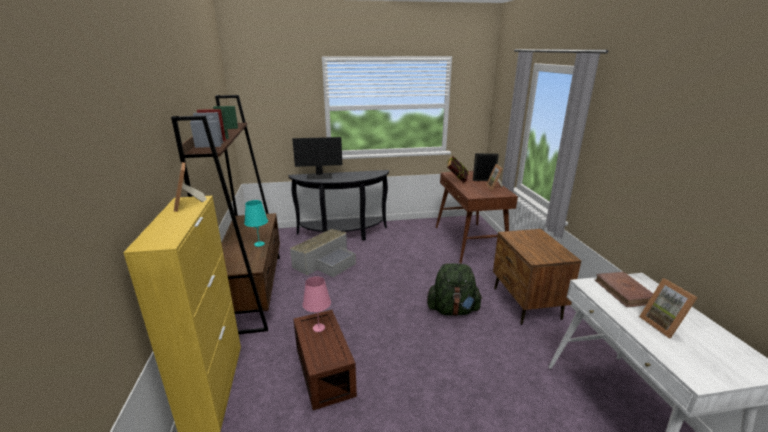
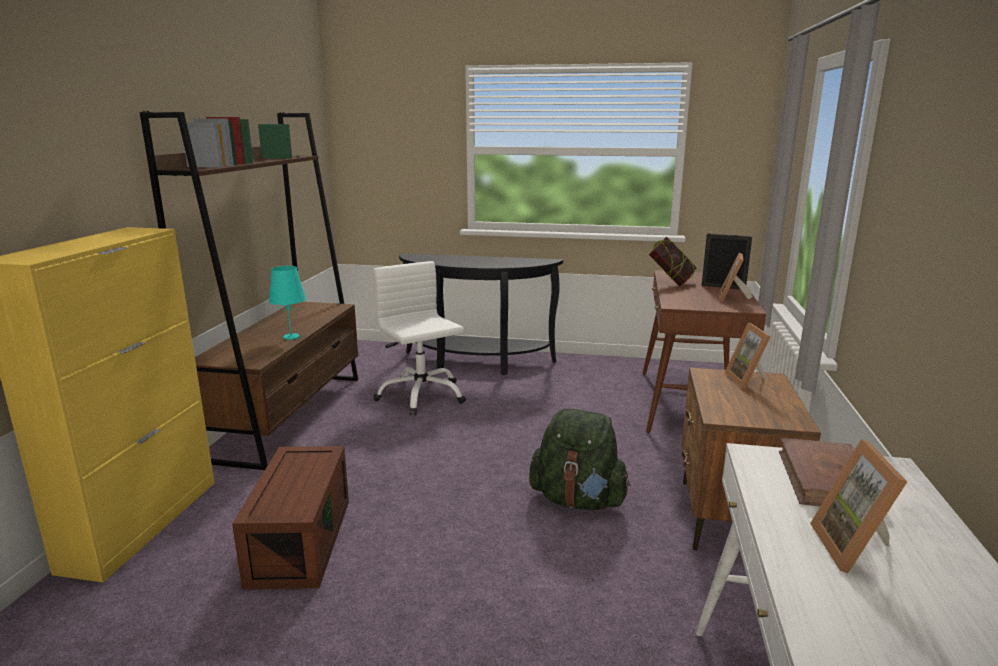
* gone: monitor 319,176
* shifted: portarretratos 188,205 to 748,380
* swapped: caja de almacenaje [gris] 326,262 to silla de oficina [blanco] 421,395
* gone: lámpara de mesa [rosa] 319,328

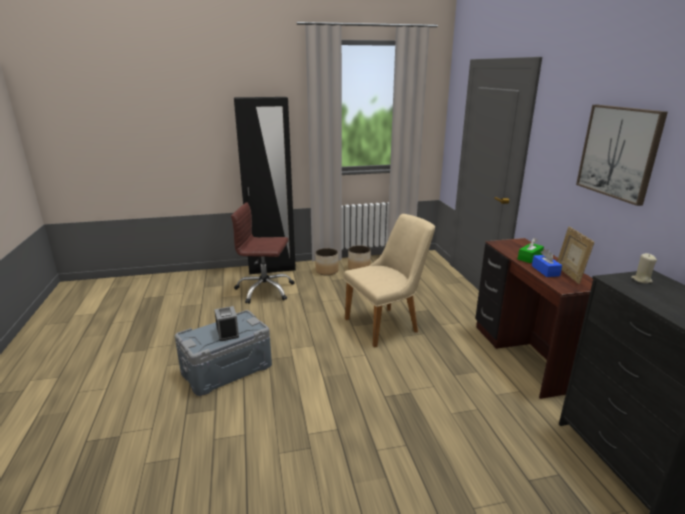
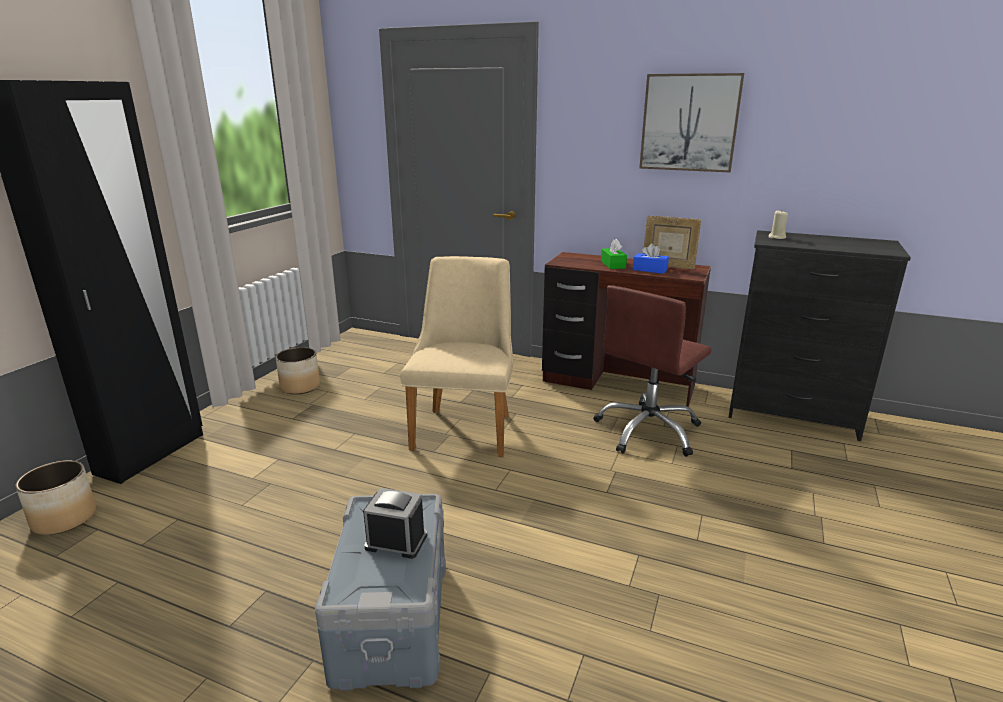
* shifted: silla de oficina [marrón] 264,290 to 648,431
* shifted: maceta 326,271 to 64,519

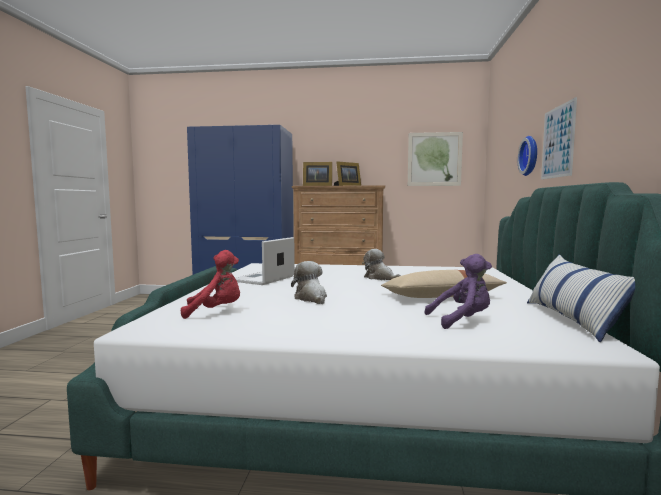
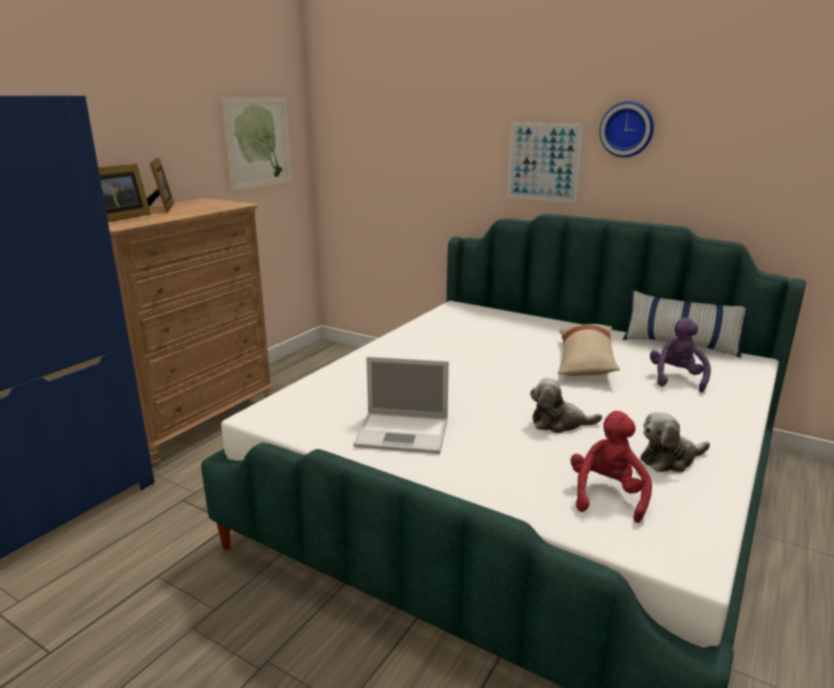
* shifted: reloj de pared 531,156 to 627,129
* rotated: portátil 263,279 = 404,433 45 degrees counterclockwise
* shifted: peluche 380,278 to 670,459

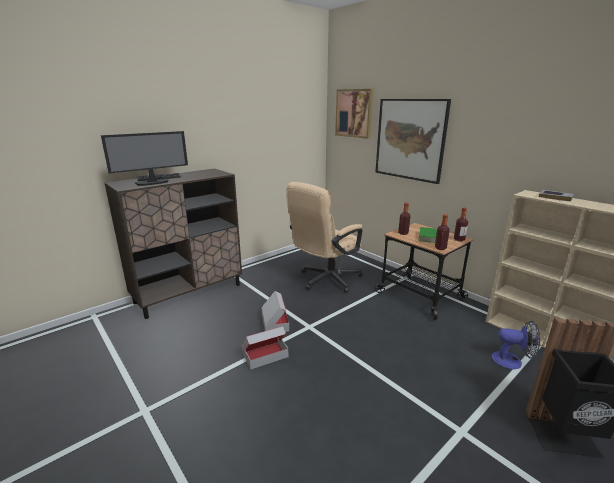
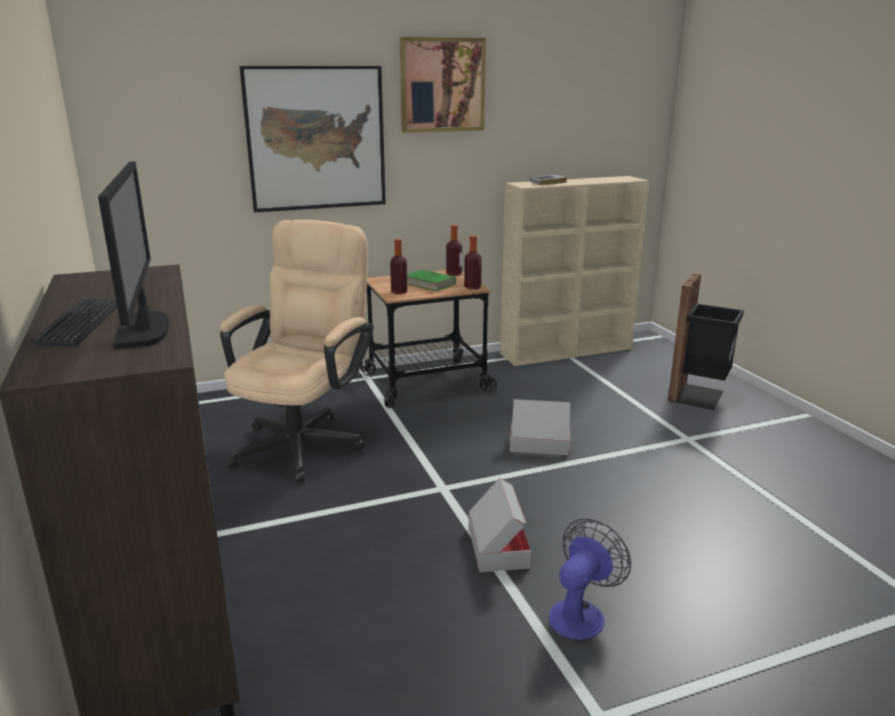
* shifted: cuadro 354,113 to 442,85
* rotated: silla de oficina [beis] 325,280 = 305,441 135 degrees counterclockwise
* shifted: caja de cartón 275,322 to 539,444
* shifted: ventilador 512,361 to 581,613

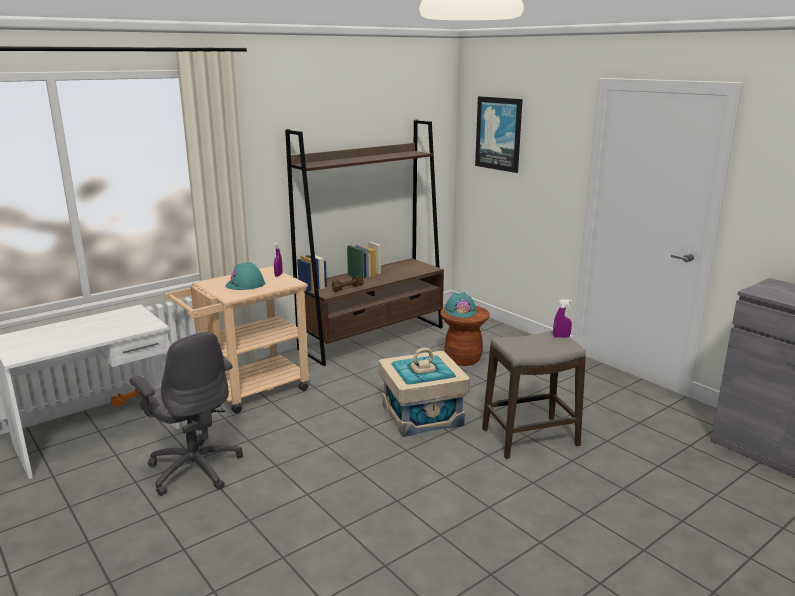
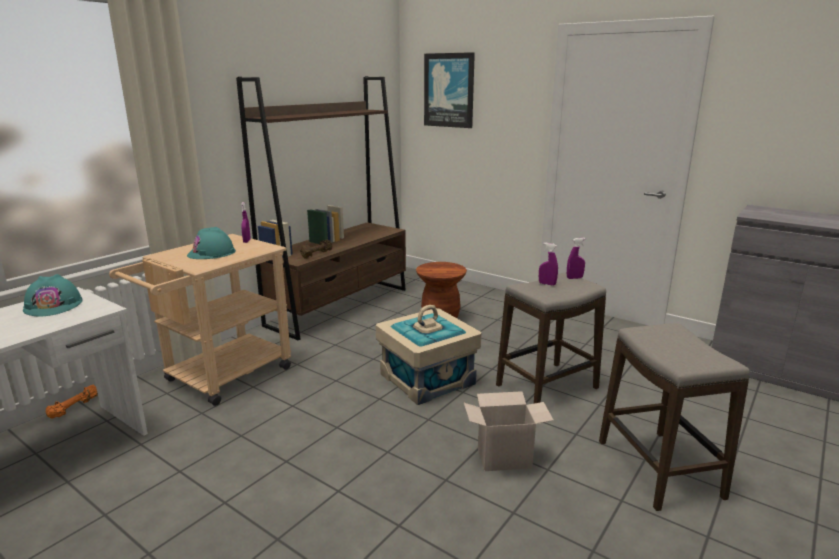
* shifted: casco [turquesa] 460,311 to 54,305
* gone: silla de oficina [gris] 195,468
* new: pulverizador [morado] 547,284
* new: taburete 658,469
* new: caja de cartón 505,457

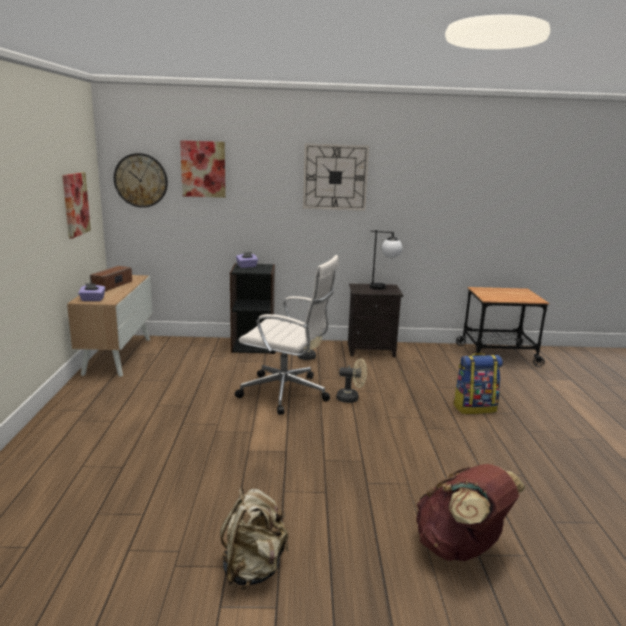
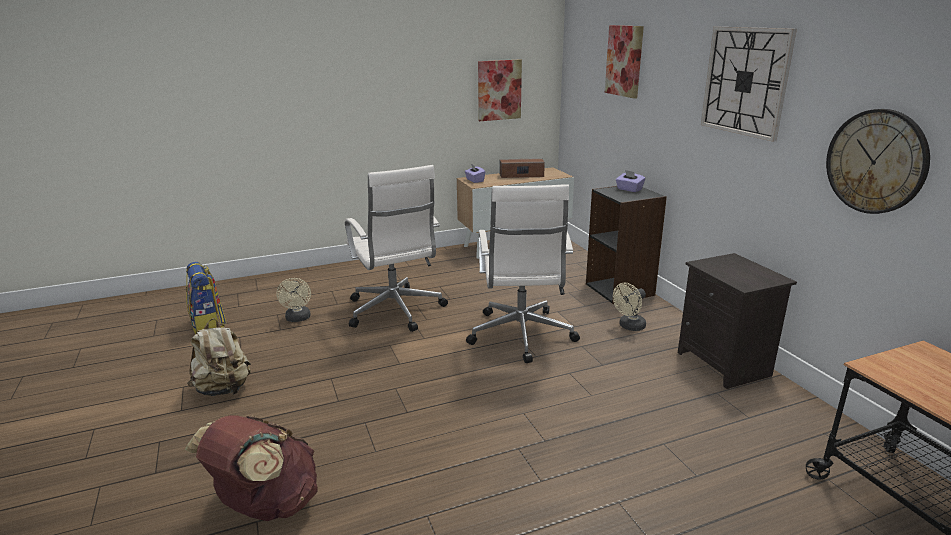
* shifted: reloj de pared 141,180 to 876,161
* gone: lámpara de mesa 384,288
* shifted: mochila 474,408 to 208,326
* shifted: ventilador [beis] 351,398 to 298,319
* new: silla de oficina [blanco] 395,311

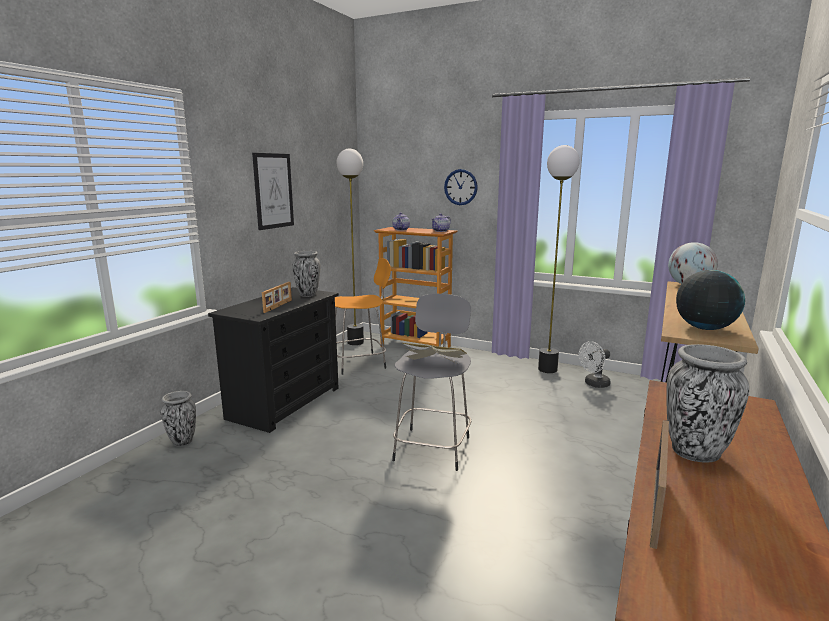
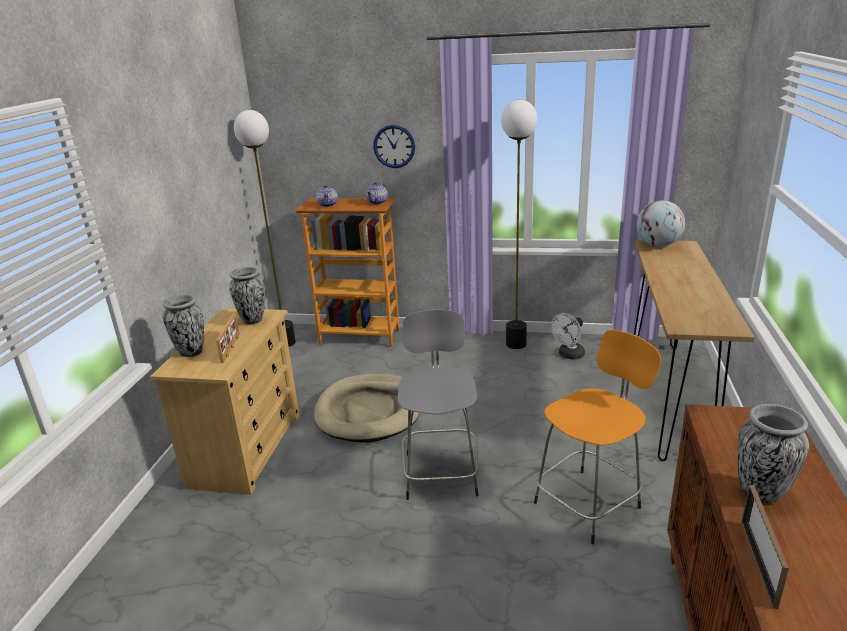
* gone: cuadro 273,191
* shifted: taburete [naranja] 360,363 to 589,503
* gone: globo terráqueo 704,328
* repainted: cómoda [negro] 285,402 to cómoda [beis] 247,448
* gone: libro 434,366
* shifted: florero 182,442 to 191,352
* new: cama para perro [beis] 369,411

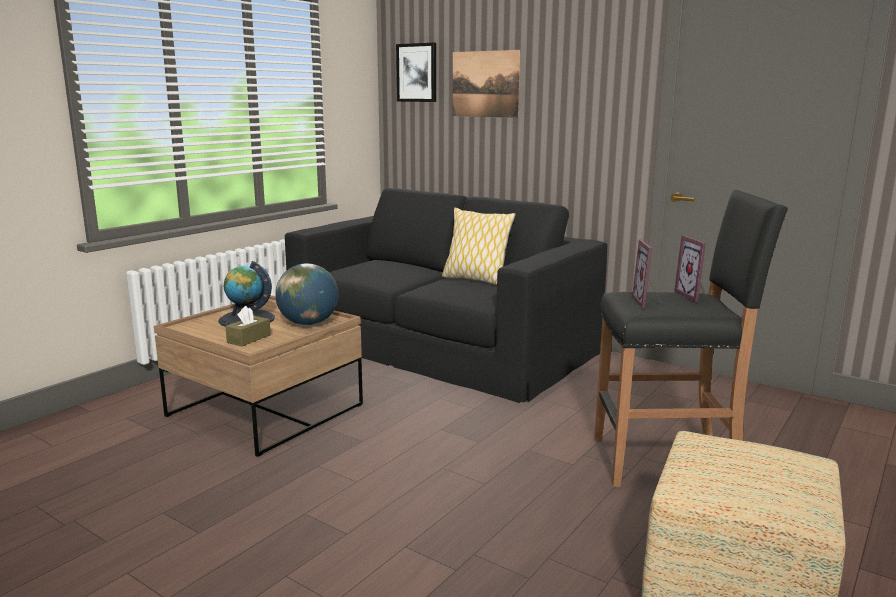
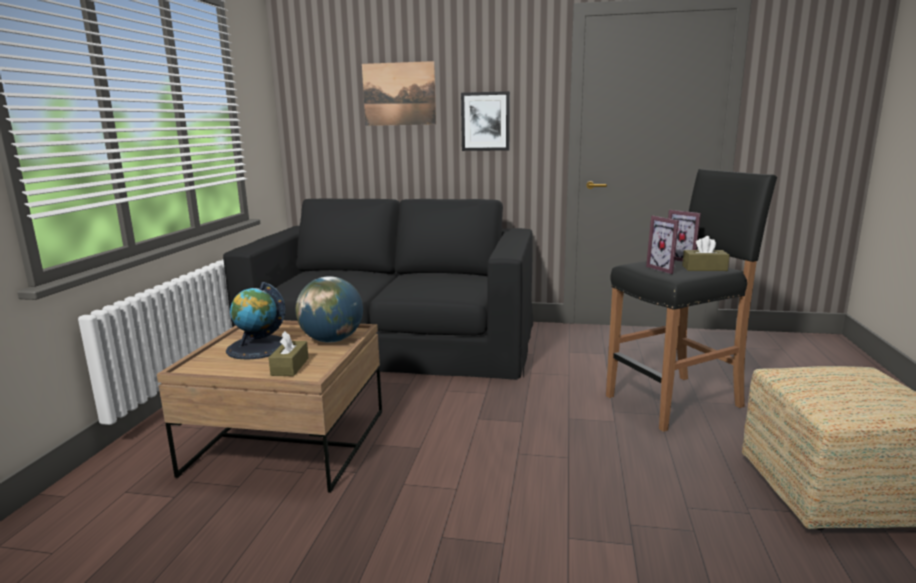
* shifted: cuadro 417,73 to 485,121
* gone: cojín 476,280
* new: caja de pañuelos [marrón] 704,268

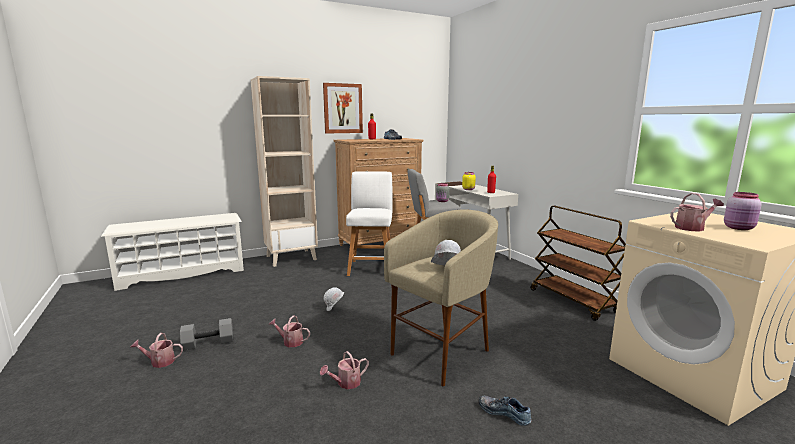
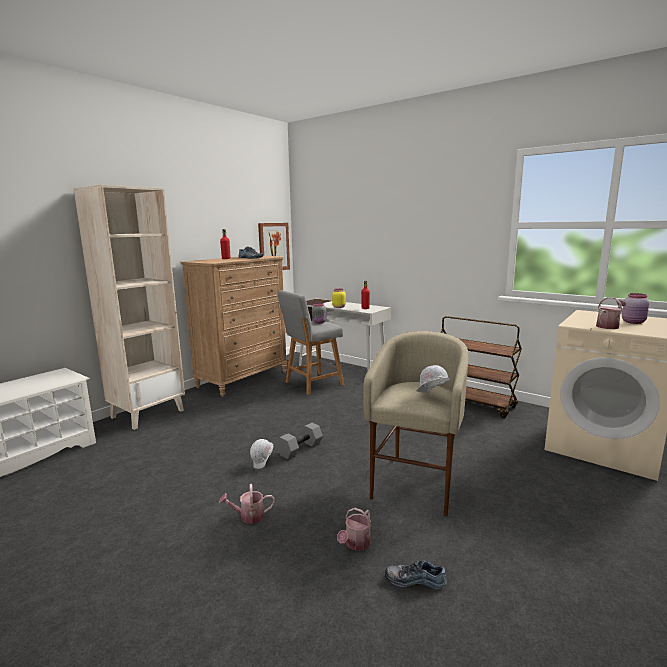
* shifted: cuadro 343,108 to 273,247
* gone: taburete [blanco] 371,267
* shifted: mancuerna [gris] 209,342 to 300,448
* gone: regadera 159,362
* shifted: zapato 504,412 to 415,579

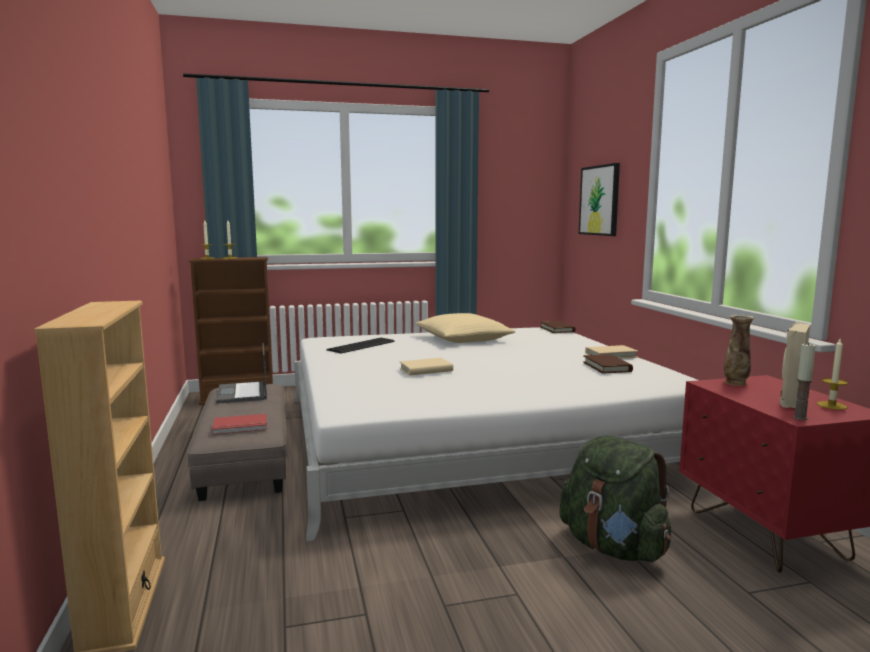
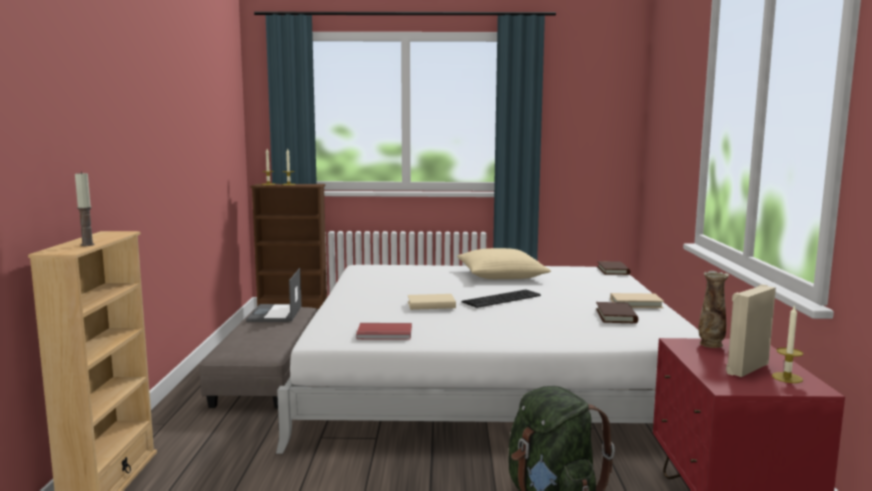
* gone: cuadro 599,200
* shifted: teclado 363,346 to 503,299
* shifted: vela 800,418 to 87,245
* shifted: libro [rojo] 240,427 to 384,334

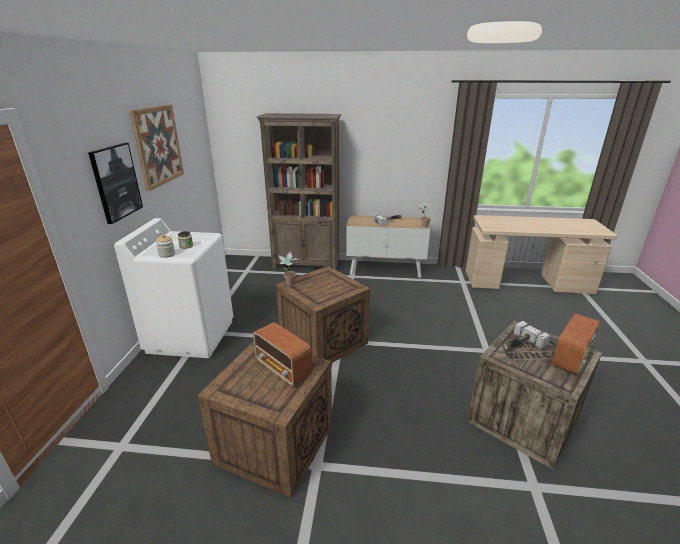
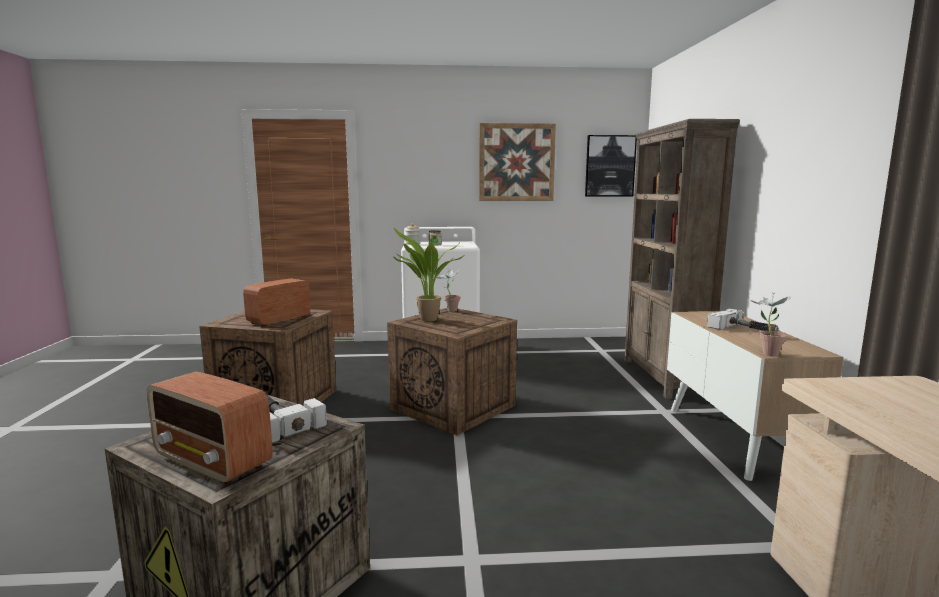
* shifted: cuadro 116,182 to 610,166
* new: planta en maceta 427,320

